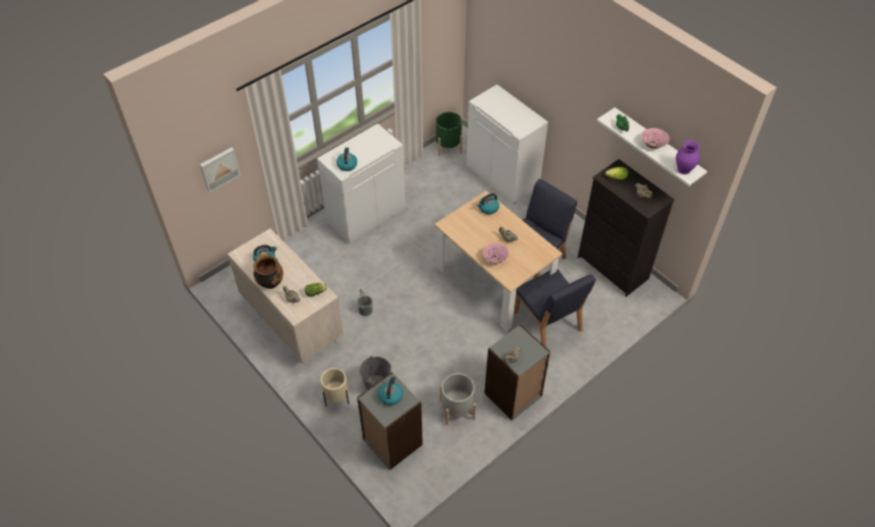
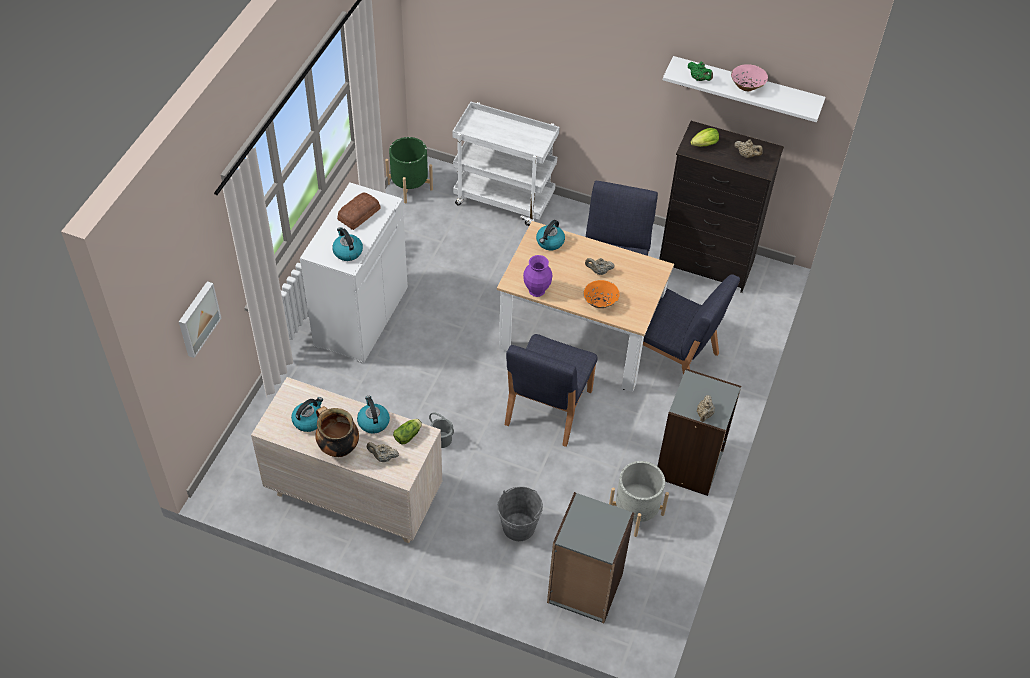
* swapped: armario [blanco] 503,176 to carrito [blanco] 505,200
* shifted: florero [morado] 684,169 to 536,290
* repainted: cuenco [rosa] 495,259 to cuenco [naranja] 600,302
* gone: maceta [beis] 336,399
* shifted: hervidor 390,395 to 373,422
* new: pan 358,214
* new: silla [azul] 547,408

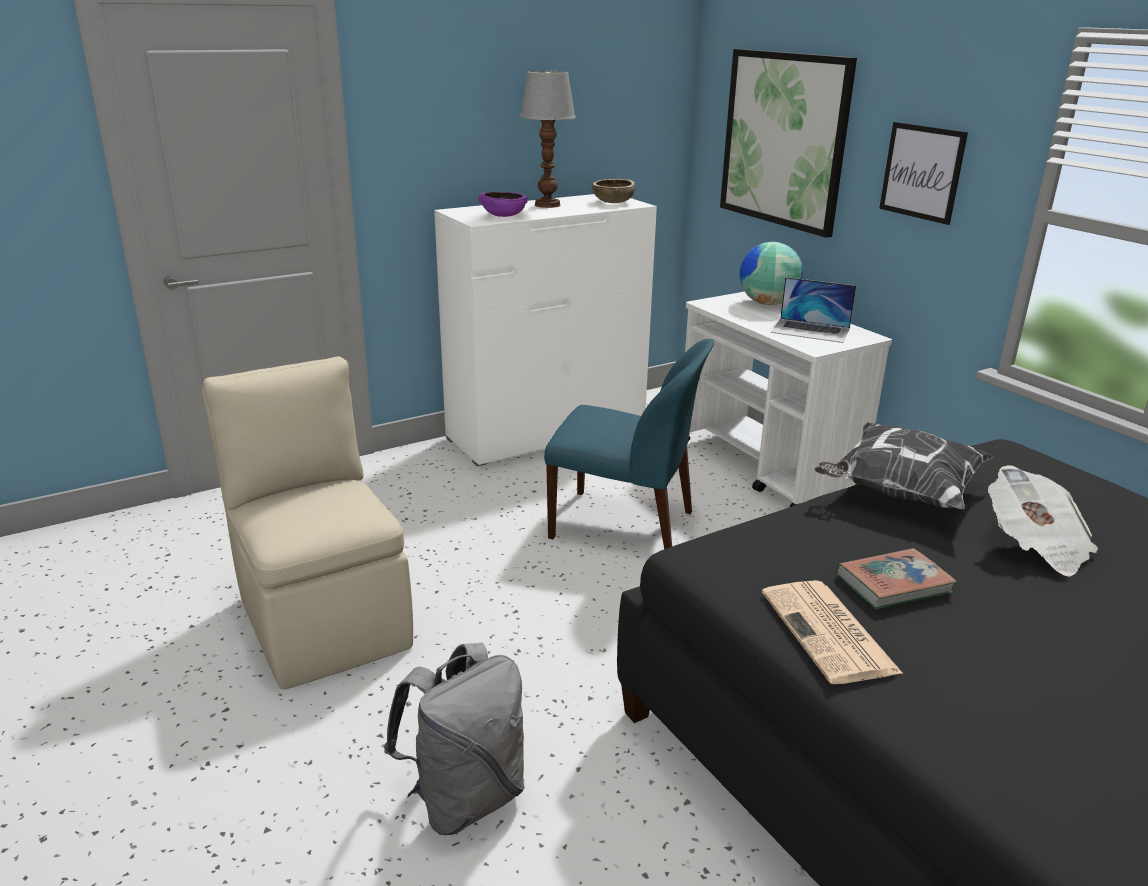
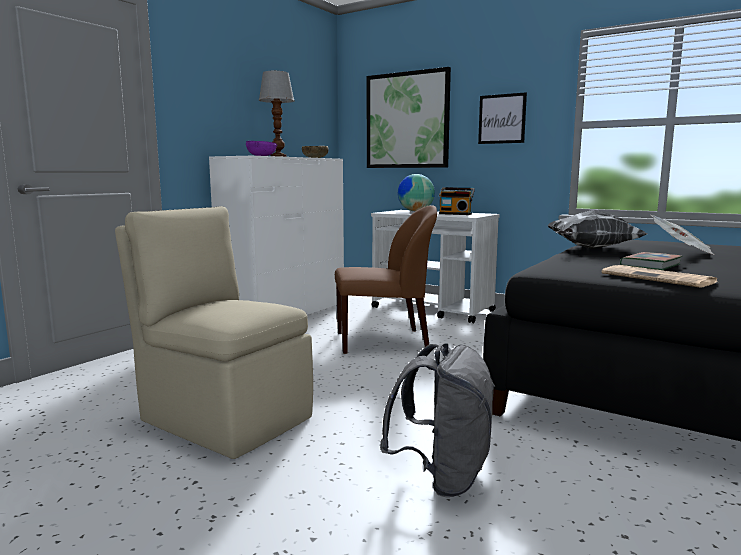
* swapped: portátil 811,330 to radio 455,214
* repainted: silla [azul] 625,525 to silla [marrón] 384,341

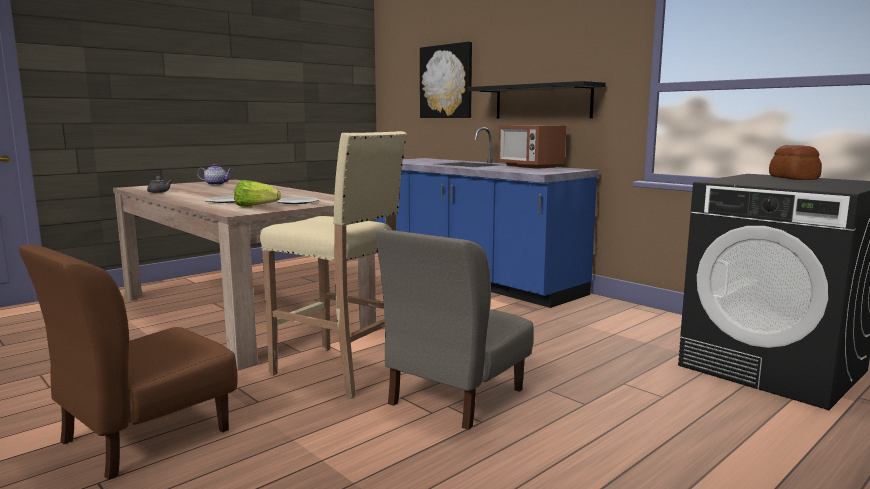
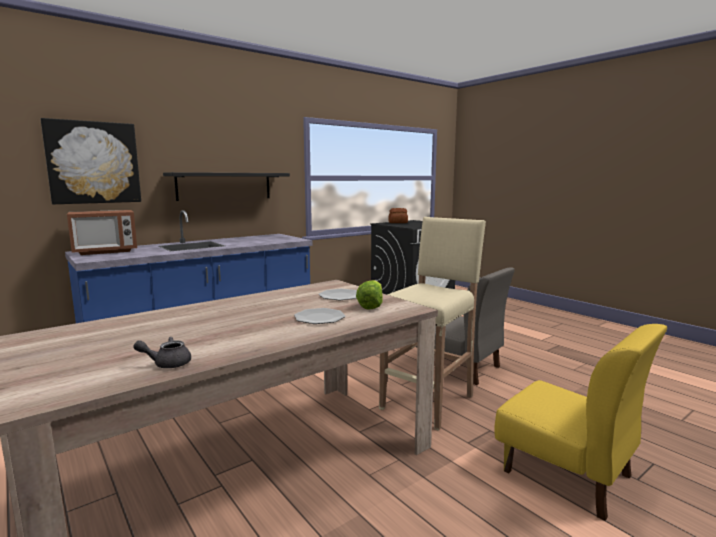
* shifted: microondas 530,166 to 105,251
* gone: tetera 216,184
* repainted: silla [marrón] 144,435 to silla [amarillo] 567,474

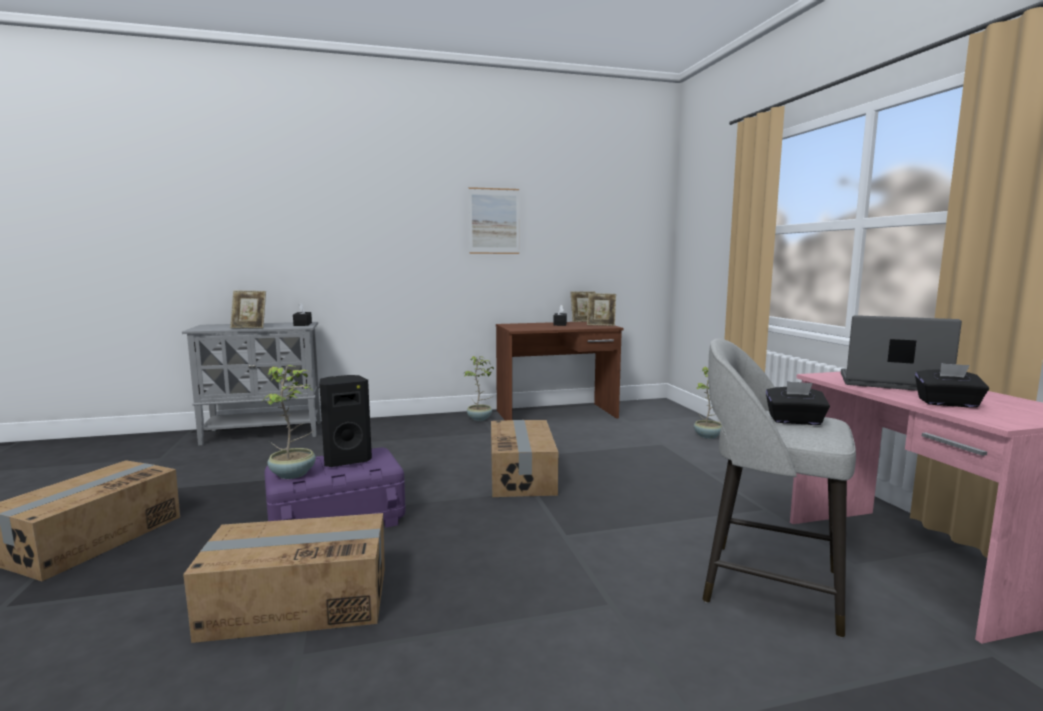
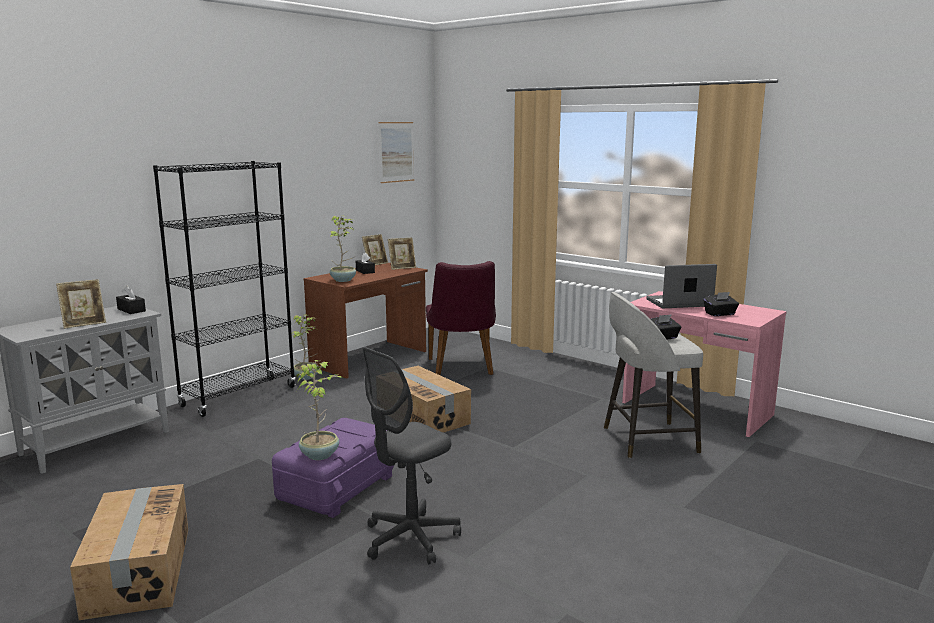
* shifted: cuadro 494,221 to 396,152
* shifted: planta en maceta 708,436 to 344,280
* gone: altavoz [negro] 346,460
* swapped: caja de cartón 298,601 to silla de oficina [gris] 410,538
* new: estantería [negro] 239,396
* new: silla [morado] 462,368

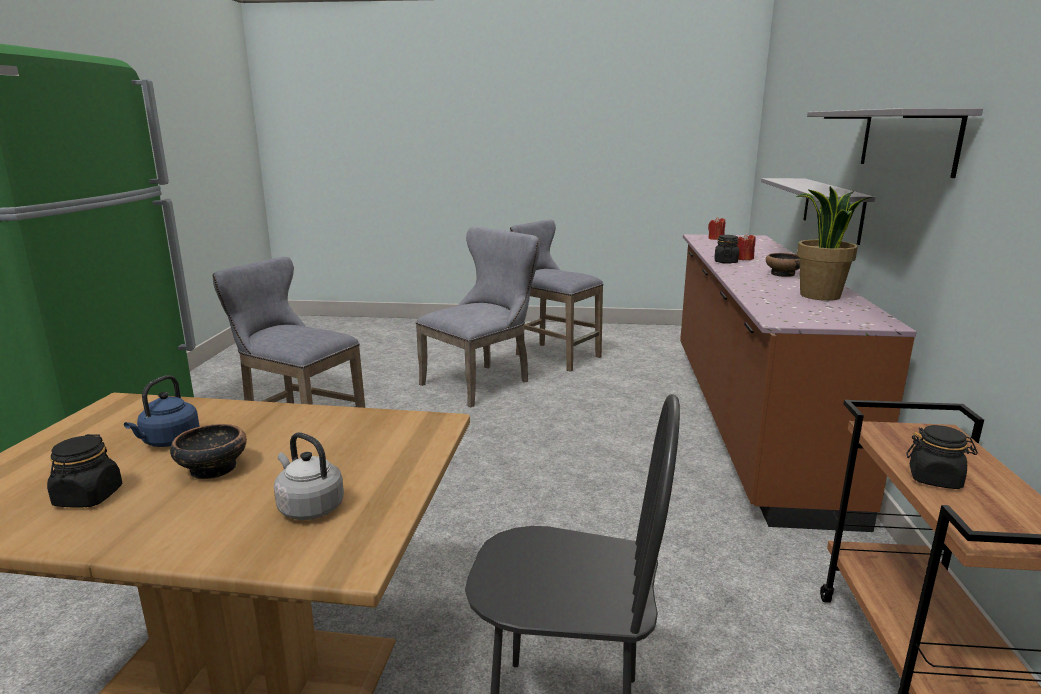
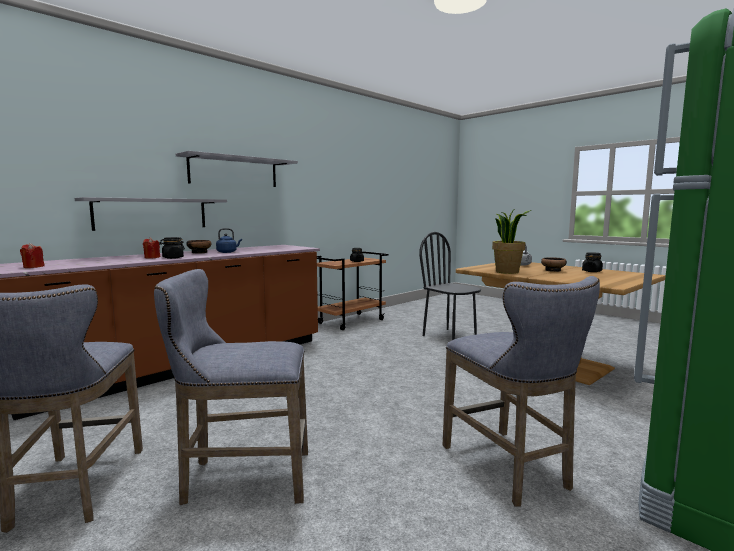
* shifted: planta en maceta 820,296 to 507,272
* swapped: silla [gris] 482,382 to taburete [gris] 240,479
* shifted: hervidor [azul] 168,441 to 228,252

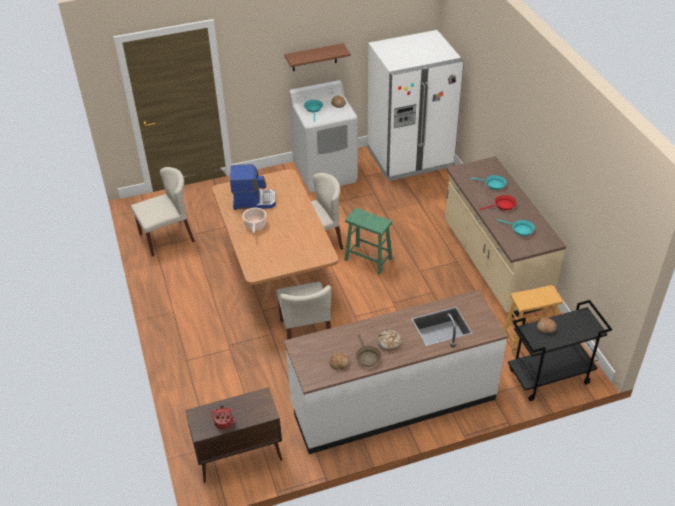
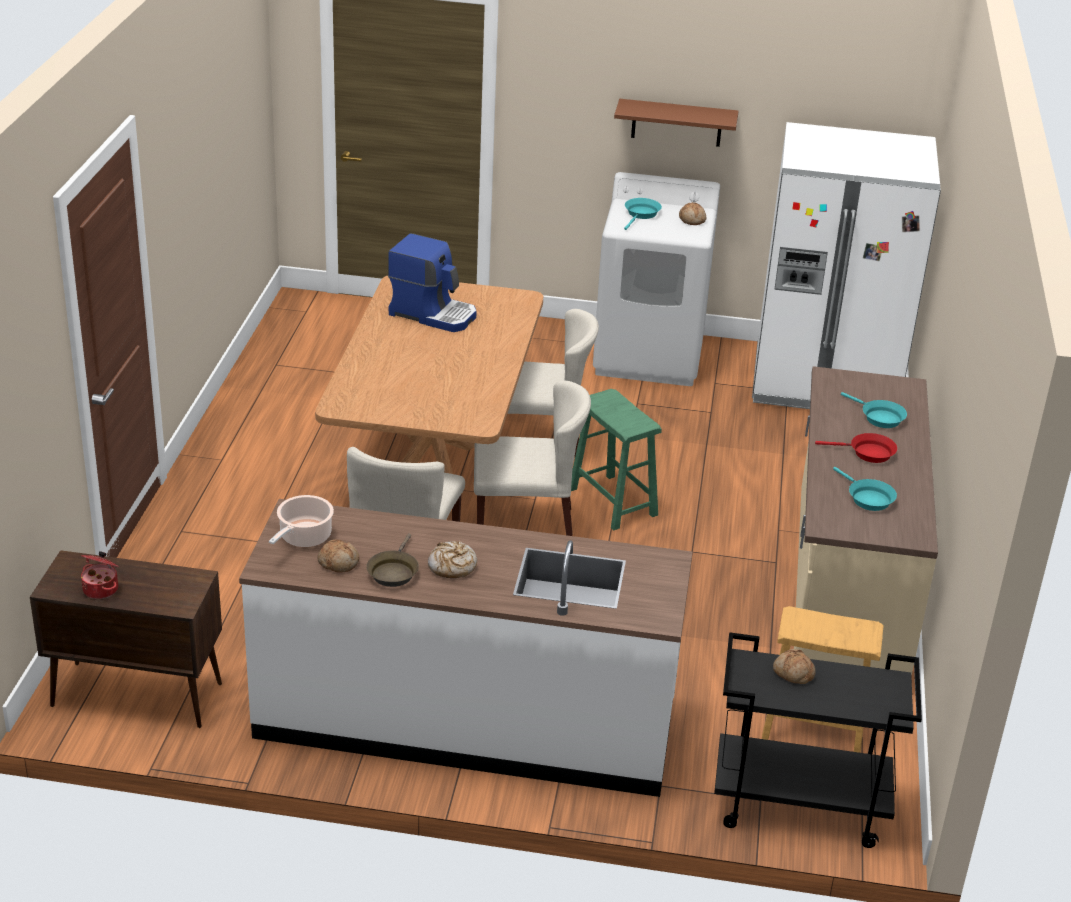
* shifted: silla [beis] 167,237 to 526,529
* shifted: olla 255,226 to 303,537

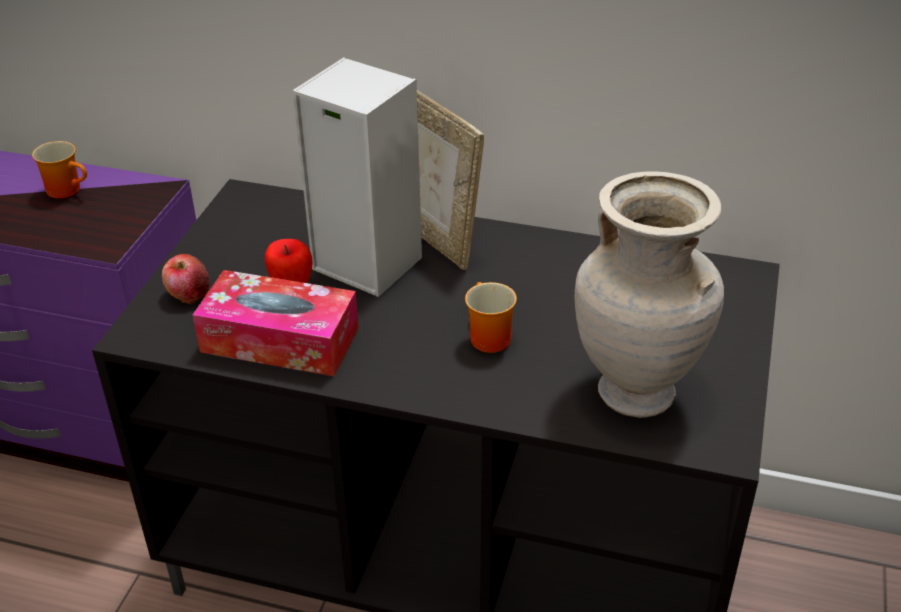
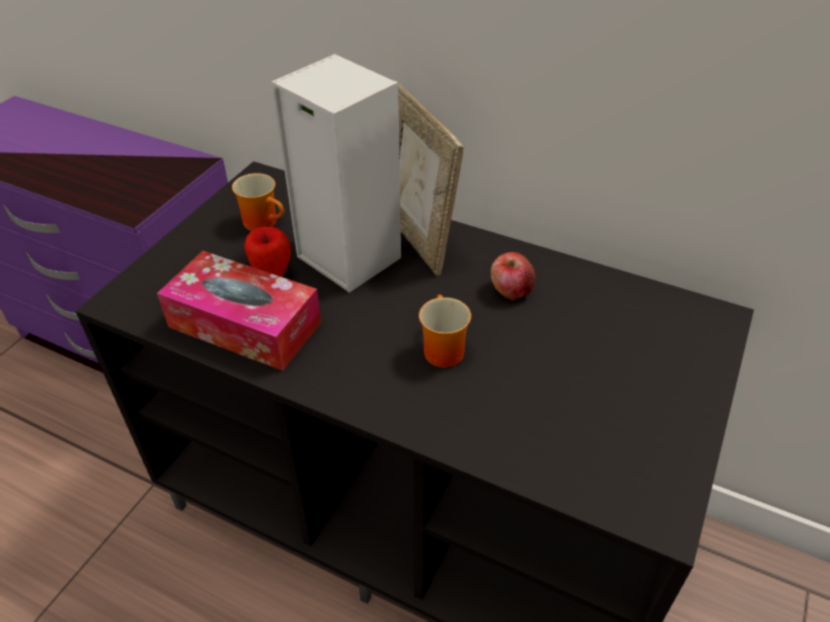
* shifted: taza grande 68,189 to 265,222
* gone: florero [beis] 636,392
* shifted: manzana 189,294 to 510,290

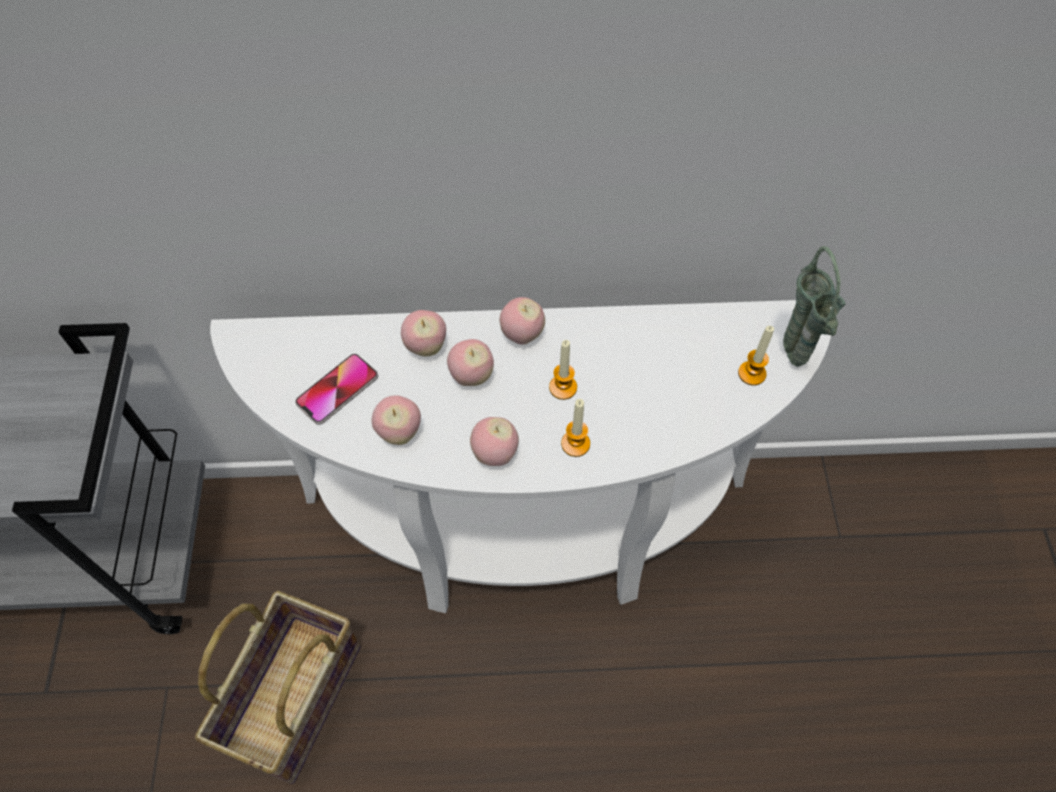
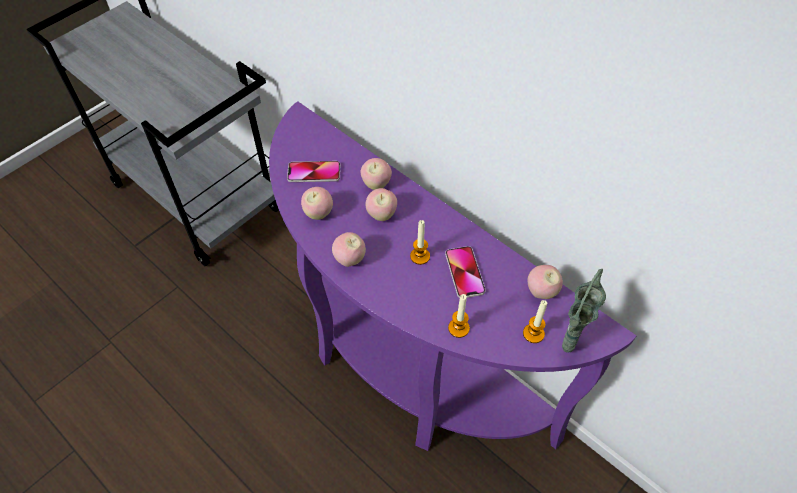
* shifted: manzana 522,334 to 541,291
* repainted: mesa consola [blanco] 527,537 to mesa consola [morado] 404,366
* shifted: vela 575,444 to 458,328
* gone: cesta 296,700
* new: móvil 464,272

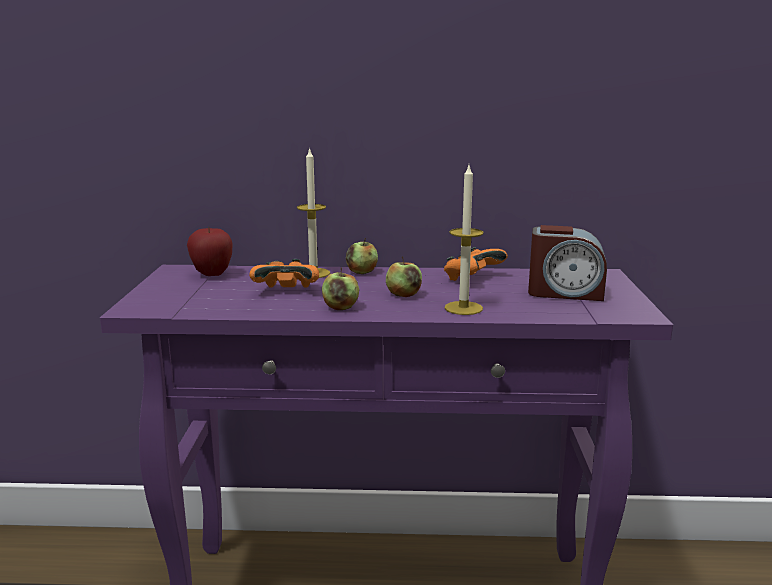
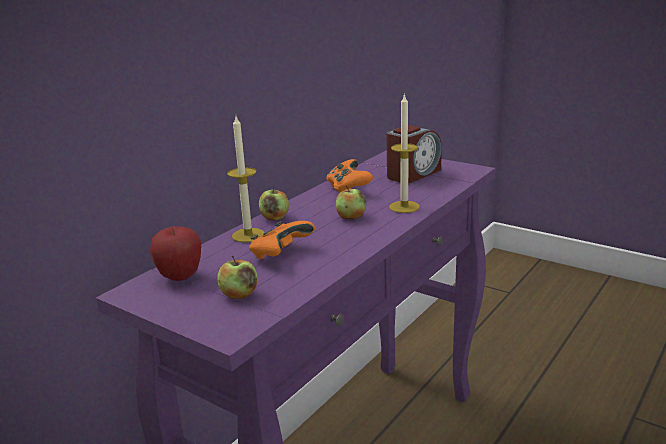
* shifted: manzana 340,307 to 239,294

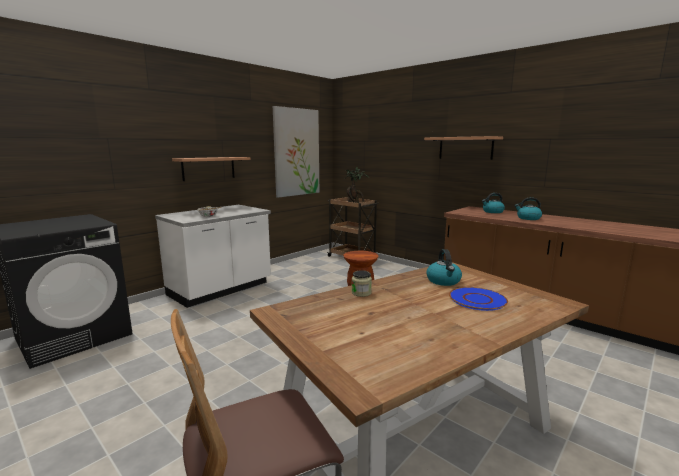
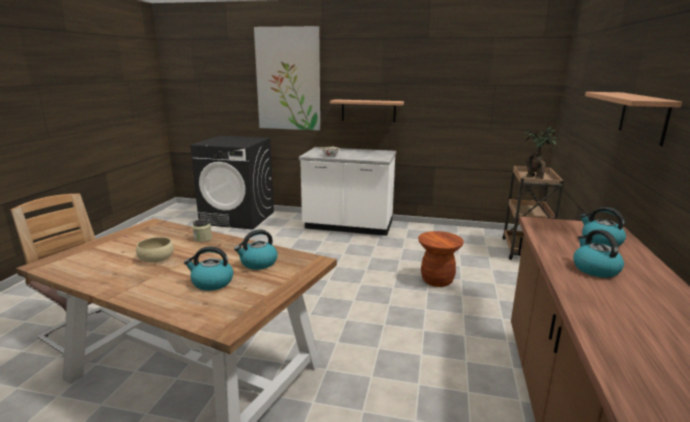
* shifted: cuadro 296,152 to 288,79
* swapped: plato [azul] 477,299 to hervidor 211,283
* new: cuenco [beis] 156,258

